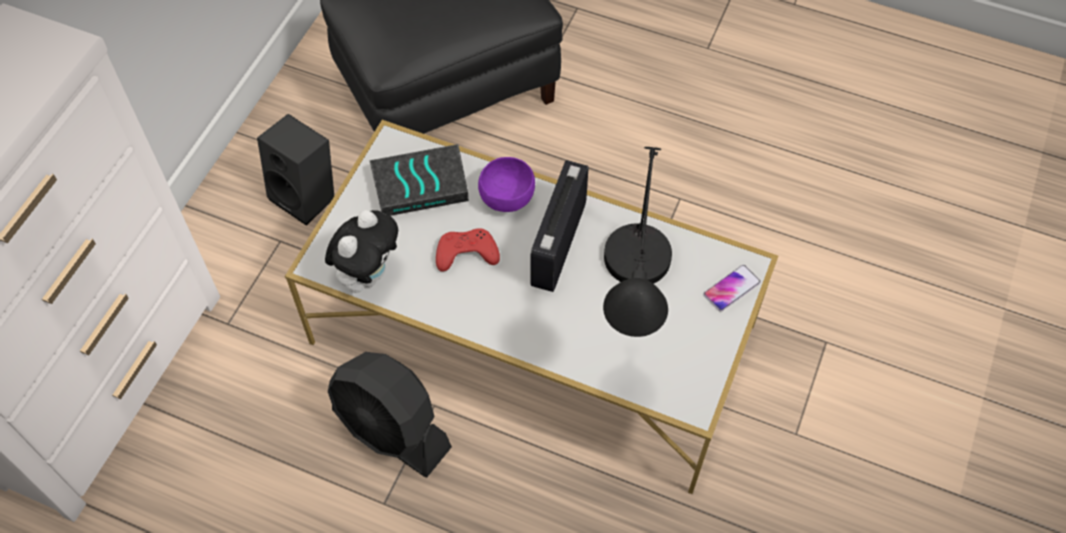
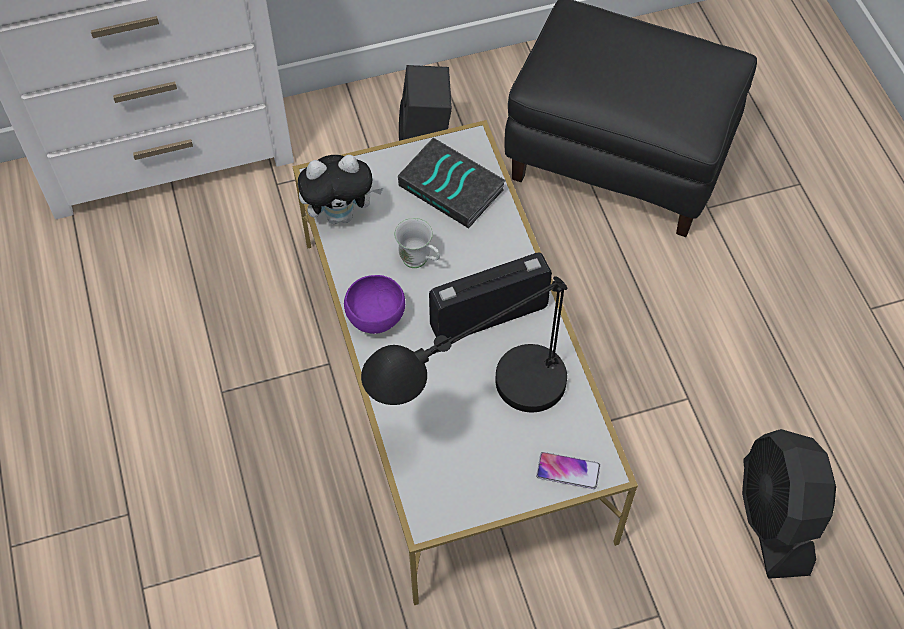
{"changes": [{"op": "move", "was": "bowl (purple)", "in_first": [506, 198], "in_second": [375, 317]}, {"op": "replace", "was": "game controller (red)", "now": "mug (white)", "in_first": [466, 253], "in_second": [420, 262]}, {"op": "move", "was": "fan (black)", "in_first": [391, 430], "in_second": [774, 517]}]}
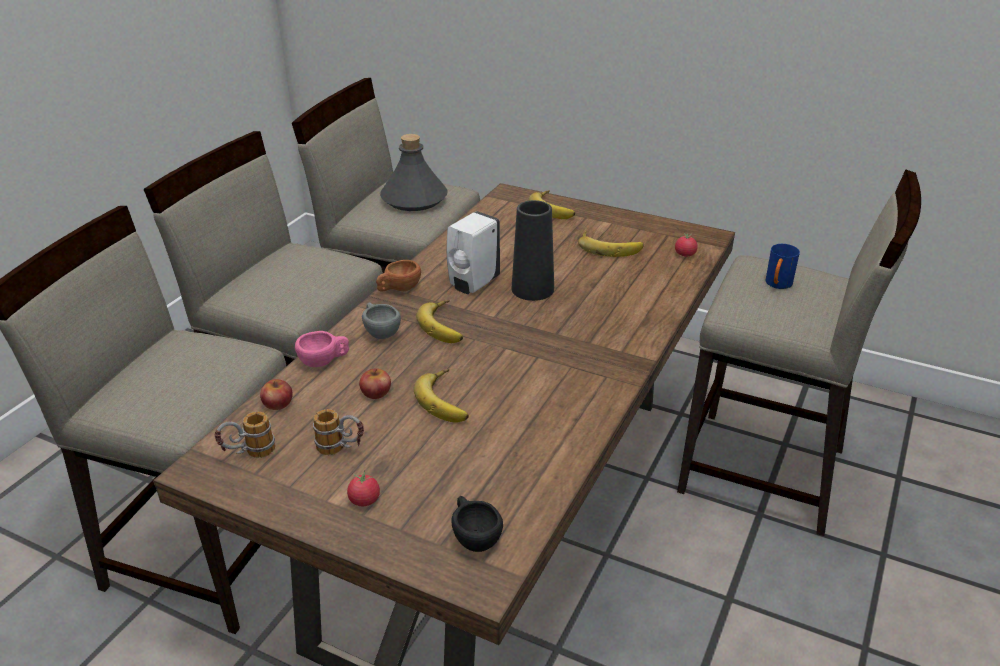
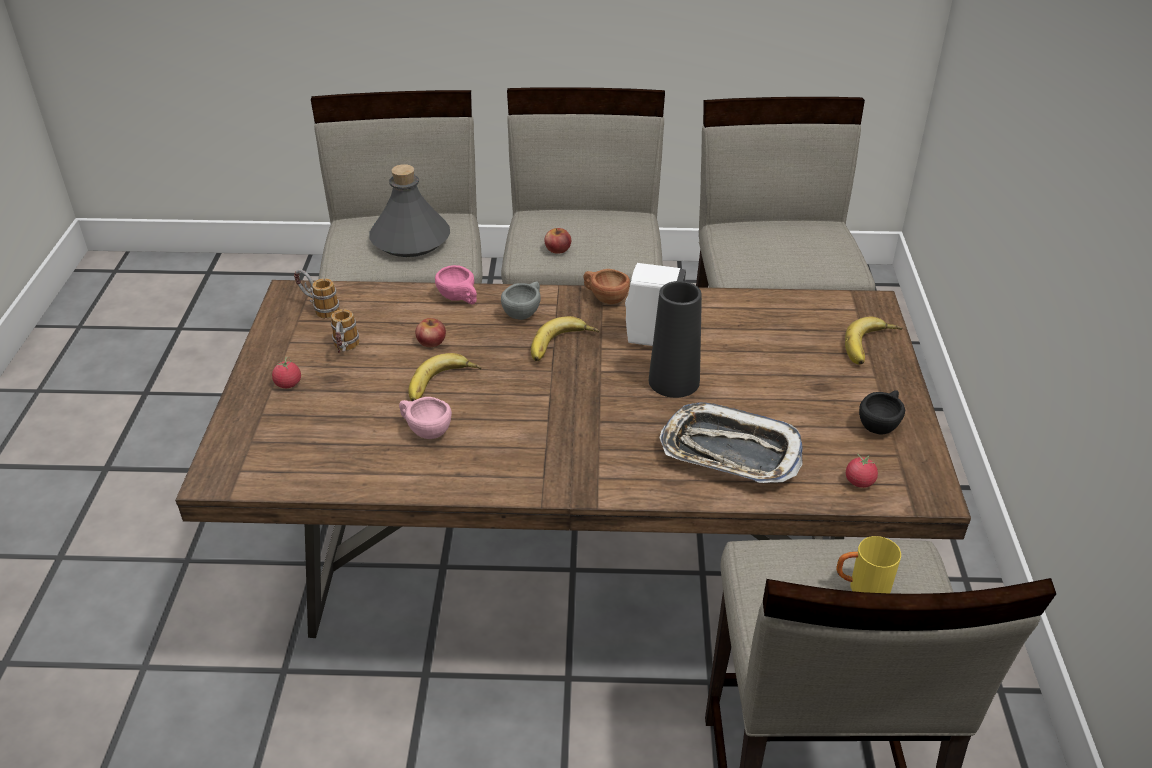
{"changes": [{"op": "move", "was": "bottle (grey)", "in_first": [413, 199], "in_second": [410, 239]}, {"op": "delete", "was": "banana", "in_first": [610, 247]}, {"op": "recolor", "was": "mug (blue)", "now": "mug (yellow)", "in_first": [777, 285], "in_second": [861, 588]}, {"op": "move", "was": "apple", "in_first": [278, 403], "in_second": [558, 249]}, {"op": "move", "was": "cup (black)", "in_first": [474, 536], "in_second": [880, 424]}, {"op": "insert", "now": "cup (pink)", "in_second": [425, 430]}, {"op": "insert", "now": "tray", "in_second": [729, 452]}]}
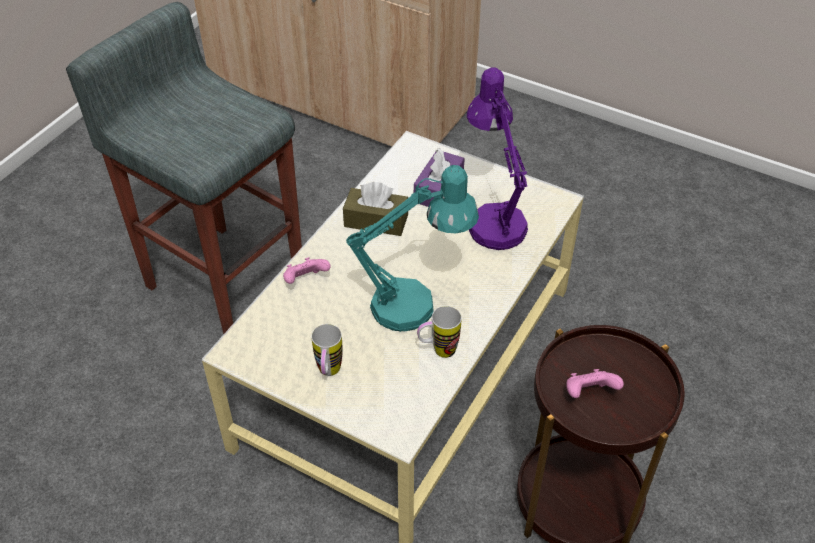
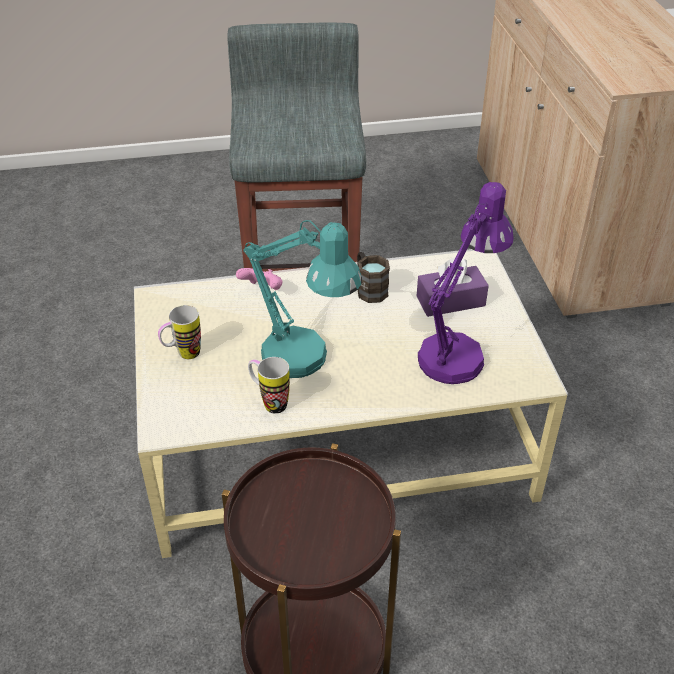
{"changes": [{"op": "replace", "was": "tissue box (brown)", "now": "mug (brown)", "in_first": [376, 221], "in_second": [369, 288]}, {"op": "delete", "was": "game controller (pink)", "in_first": [589, 393]}]}
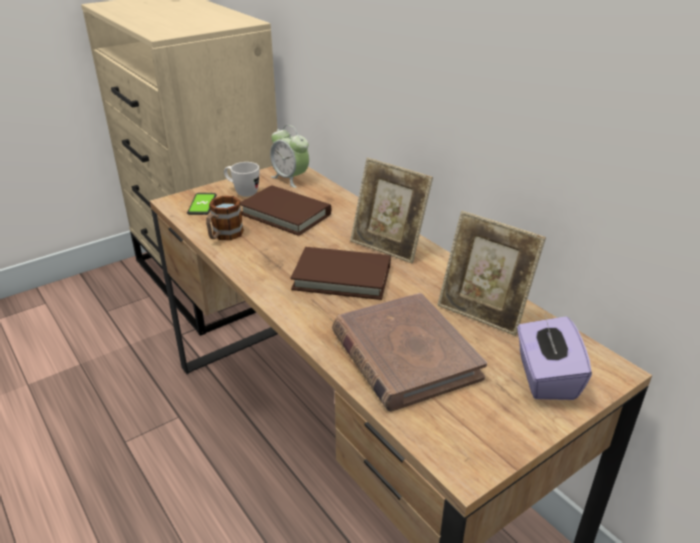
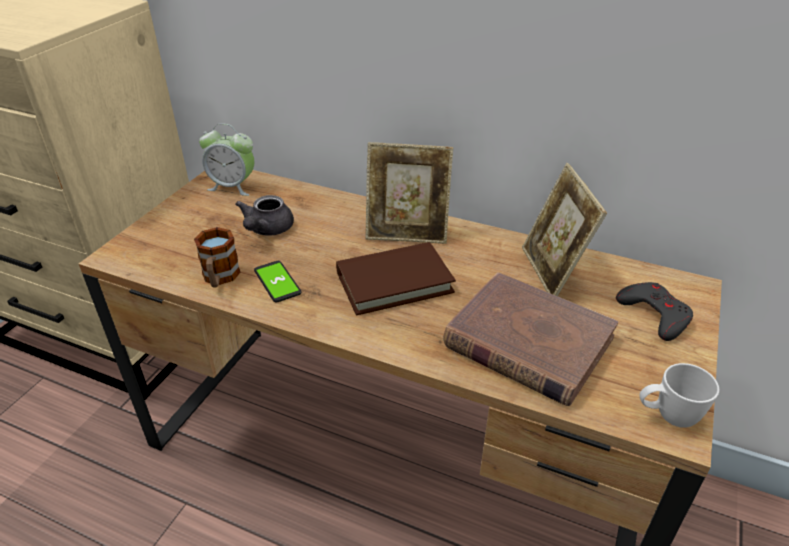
{"changes": [{"op": "move", "was": "mug (white)", "in_first": [242, 192], "in_second": [667, 416]}, {"op": "replace", "was": "book (brown)", "now": "teapot (grey)", "in_first": [285, 214], "in_second": [267, 230]}, {"op": "move", "was": "phone", "in_first": [202, 204], "in_second": [277, 282]}, {"op": "rotate", "was": "picture frame", "in_first": [482, 313], "in_second": [552, 272], "clockwise": 75}, {"op": "replace", "was": "tissue box (purple)", "now": "game controller (grey)", "in_first": [545, 377], "in_second": [654, 314]}]}
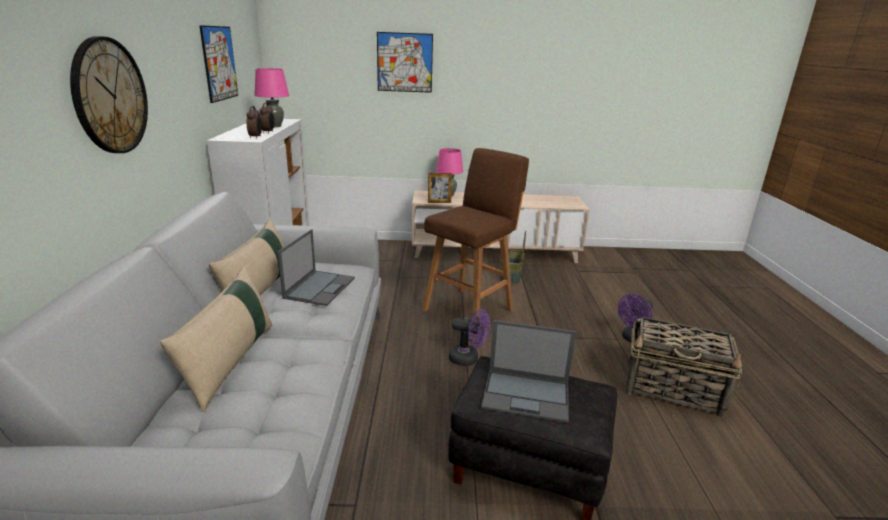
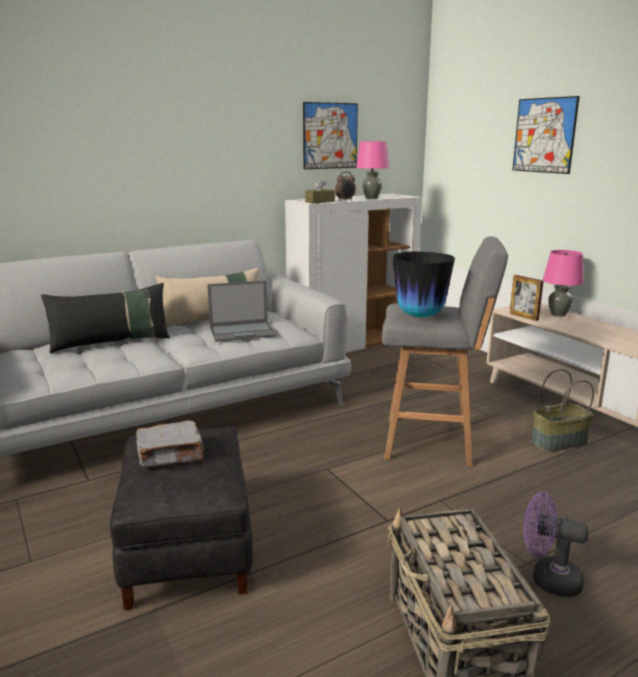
{"changes": [{"op": "delete", "was": "wall clock", "in_first": [109, 96]}, {"op": "replace", "was": "alarm clock", "now": "tissue box (brown)", "in_first": [256, 137], "in_second": [320, 202]}, {"op": "recolor", "was": "stool (brown)", "now": "stool (grey)", "in_first": [470, 309], "in_second": [432, 441]}, {"op": "recolor", "was": "pillow (beige)", "now": "pillow (black)", "in_first": [230, 362], "in_second": [111, 343]}, {"op": "delete", "was": "fan (purple)", "in_first": [468, 359]}, {"op": "replace", "was": "laptop", "now": "book (grey)", "in_first": [527, 395], "in_second": [171, 455]}, {"op": "insert", "now": "vase", "in_second": [420, 316]}]}
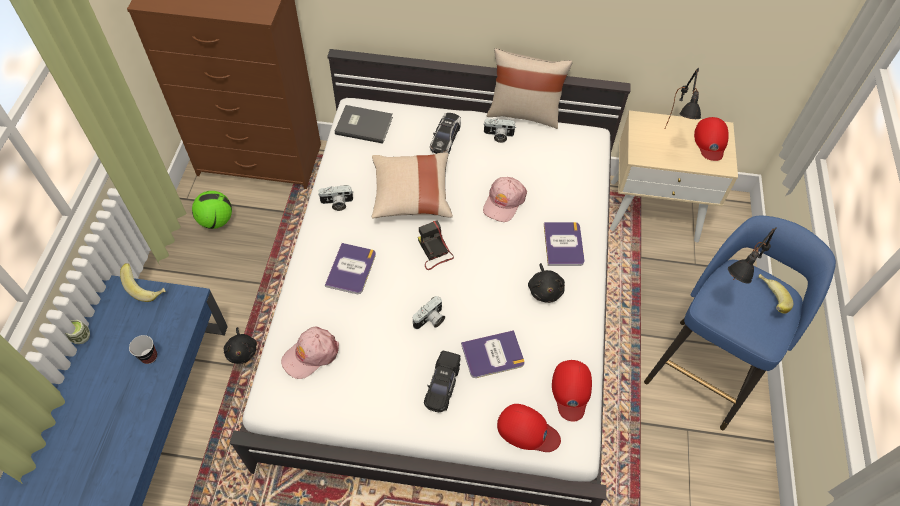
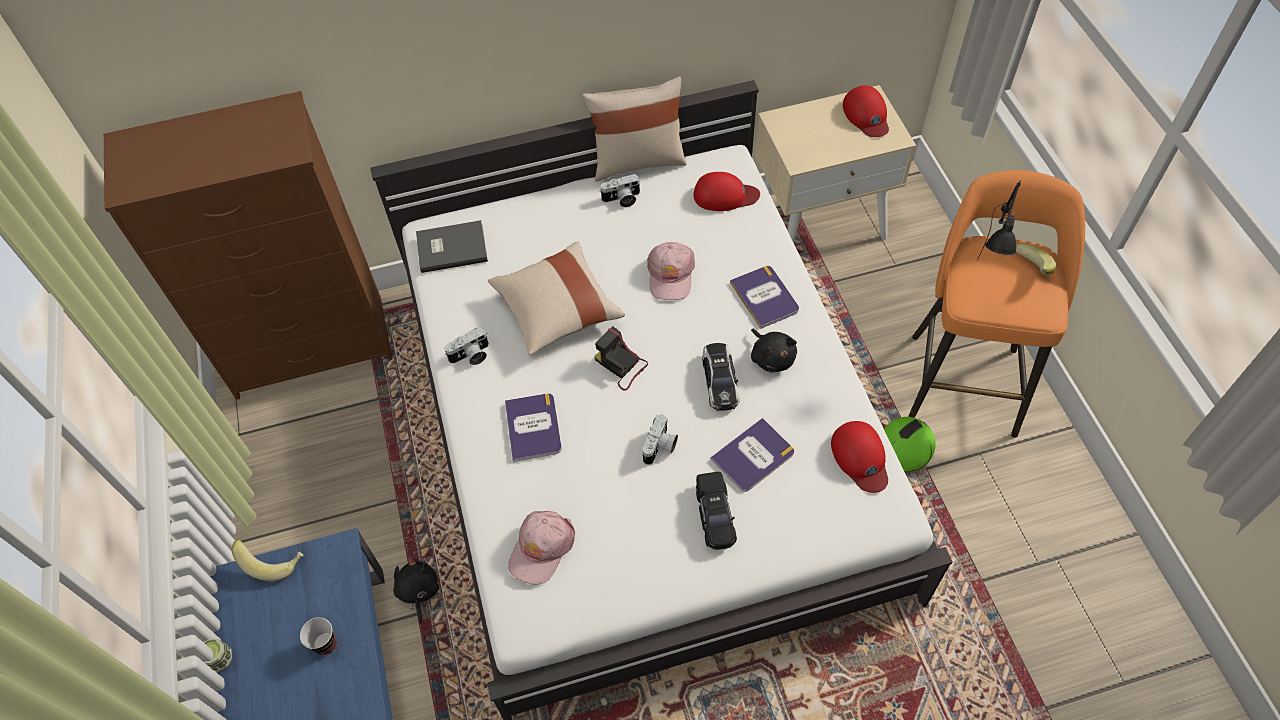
{"changes": [{"op": "delete", "was": "table lamp (black)", "in_first": [671, 145]}, {"op": "move", "was": "toy car", "in_first": [445, 138], "in_second": [720, 381]}, {"op": "move", "was": "football", "in_first": [216, 220], "in_second": [902, 456]}, {"op": "recolor", "was": "stool (blue)", "now": "stool (orange)", "in_first": [703, 370], "in_second": [963, 380]}, {"op": "rotate", "was": "plush toy (black)", "in_first": [242, 351], "in_second": [418, 591], "clockwise": -150}, {"op": "move", "was": "cap (red)", "in_first": [527, 430], "in_second": [725, 195]}]}
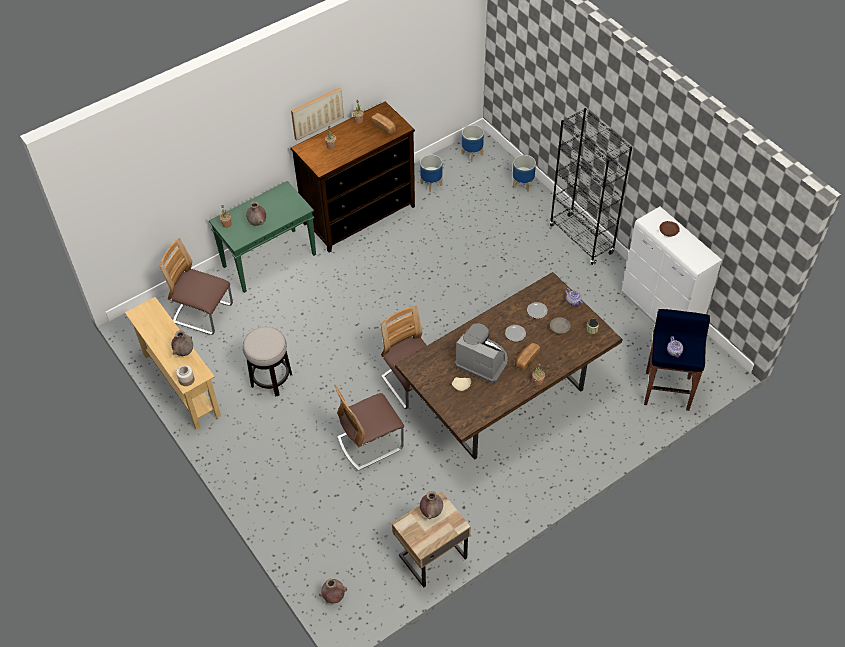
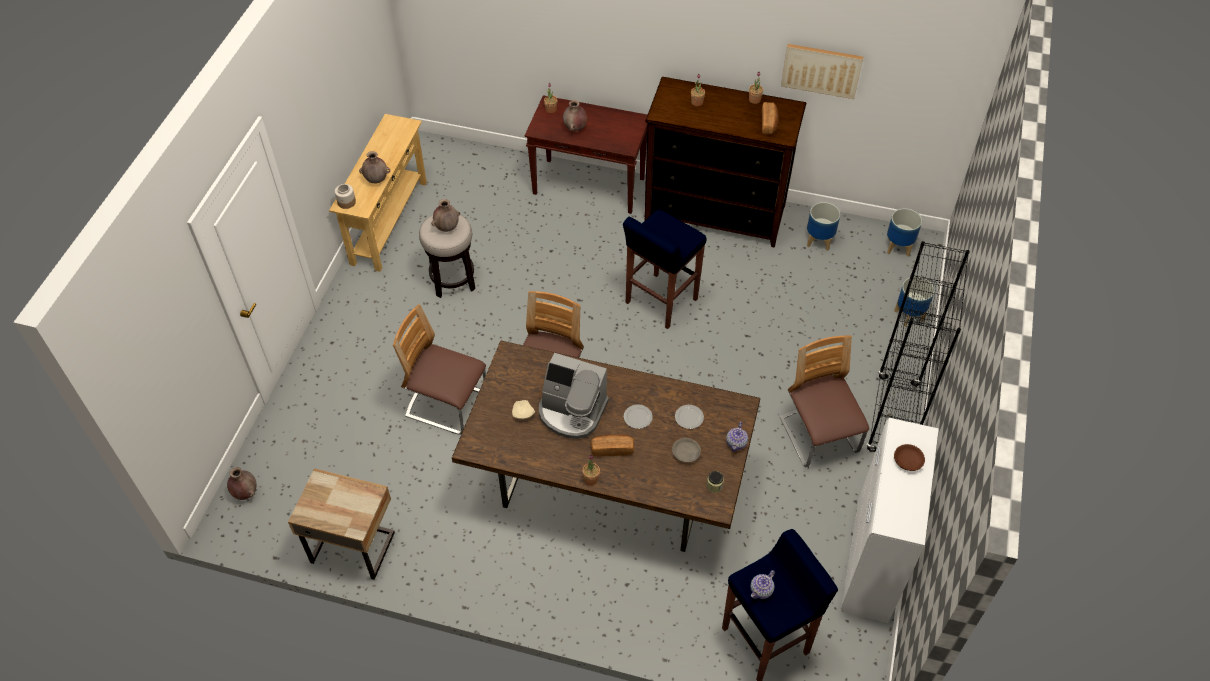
{"changes": [{"op": "move", "was": "picture", "in_first": [317, 113], "in_second": [821, 70]}, {"op": "recolor", "was": "console table (green)", "now": "console table (brown)", "in_first": [270, 260], "in_second": [590, 186]}, {"op": "move", "was": "chair", "in_first": [203, 314], "in_second": [818, 436]}, {"op": "rotate", "was": "coffee machine", "in_first": [482, 361], "in_second": [572, 412], "clockwise": 120}, {"op": "move", "was": "vase (brown)", "in_first": [431, 512], "in_second": [447, 228]}, {"op": "insert", "now": "stool (blue)", "in_second": [660, 301]}]}
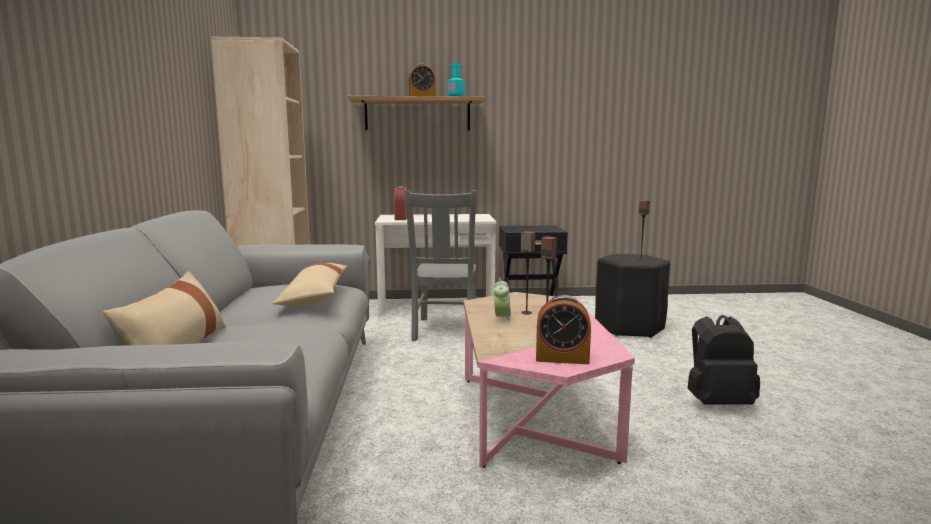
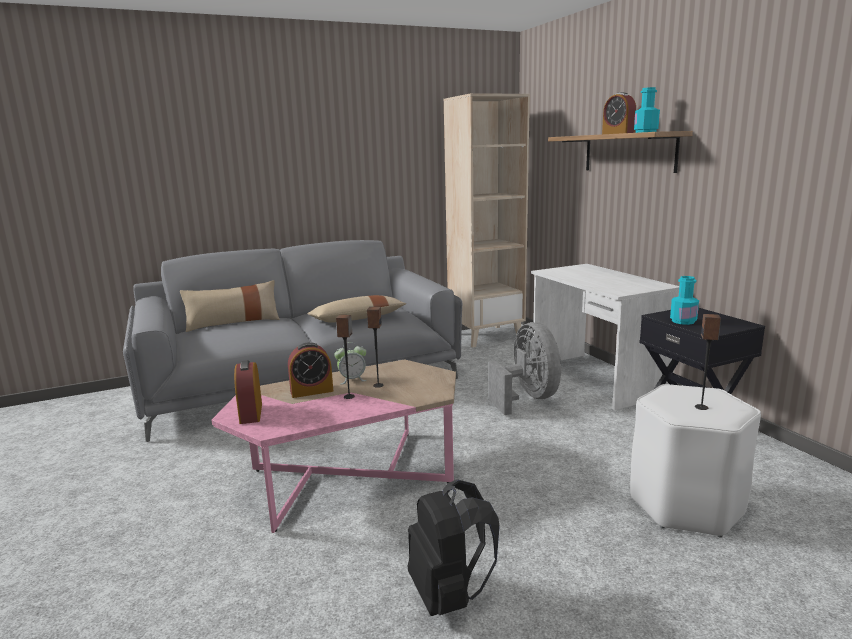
{"changes": [{"op": "move", "was": "alarm clock", "in_first": [401, 218], "in_second": [311, 391]}, {"op": "replace", "was": "chair (grey)", "now": "fan (grey)", "in_first": [444, 330], "in_second": [527, 398]}, {"op": "recolor", "was": "stool (black)", "now": "stool (white)", "in_first": [629, 328], "in_second": [685, 505]}, {"op": "insert", "now": "bottle (turquoise)", "in_second": [683, 321]}]}
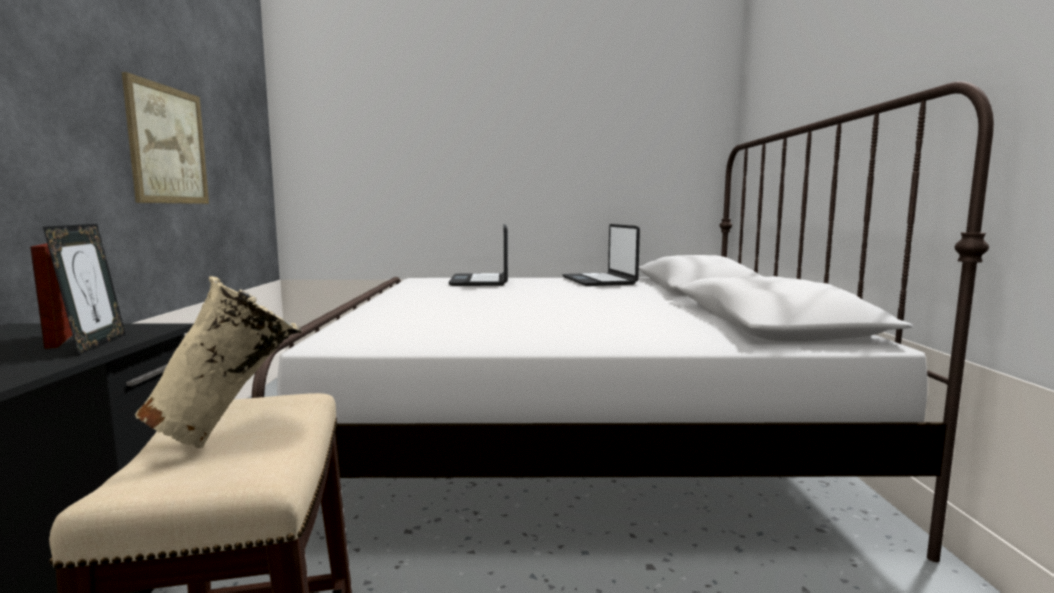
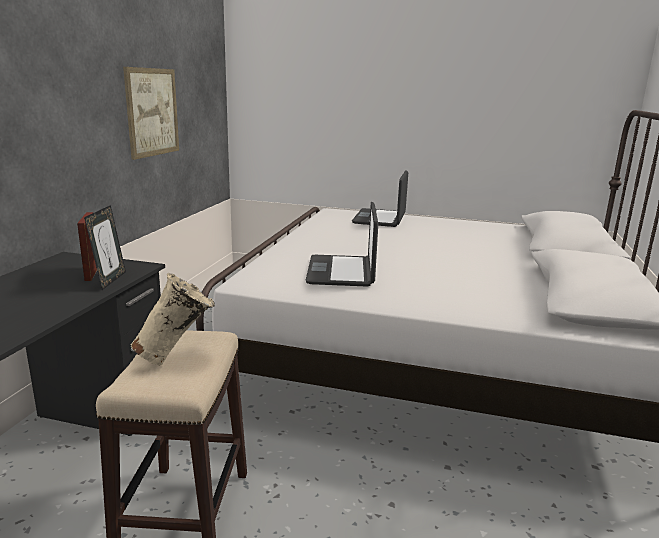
{"changes": [{"op": "move", "was": "laptop", "in_first": [599, 281], "in_second": [342, 272]}]}
